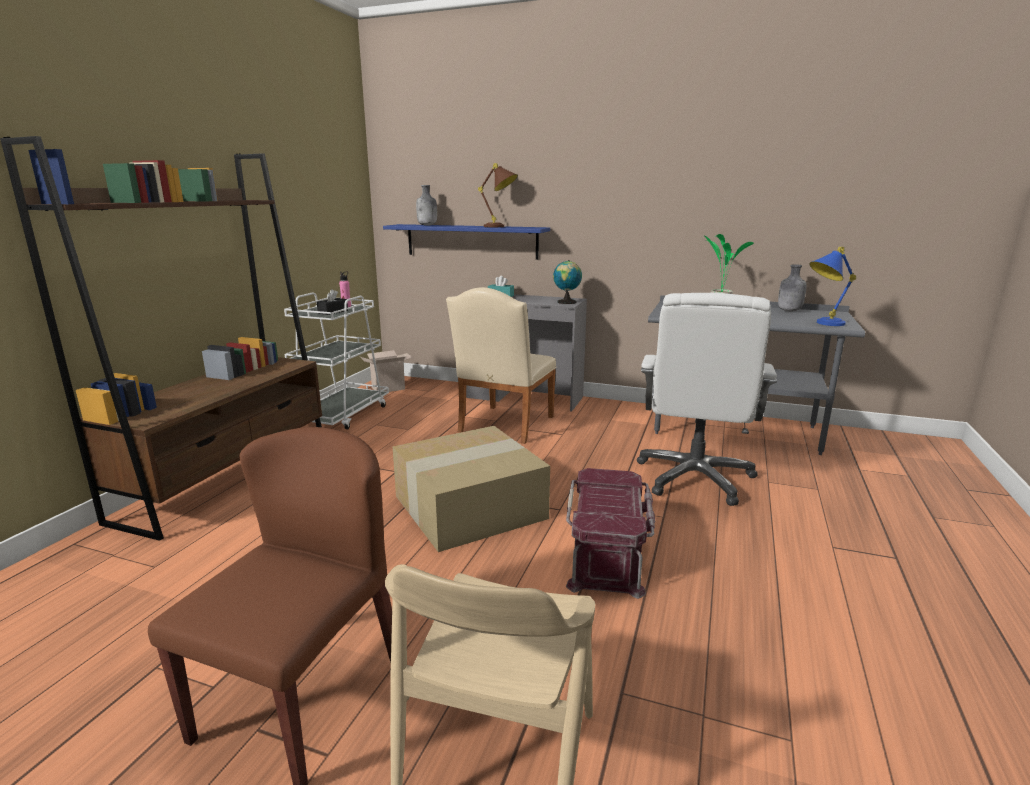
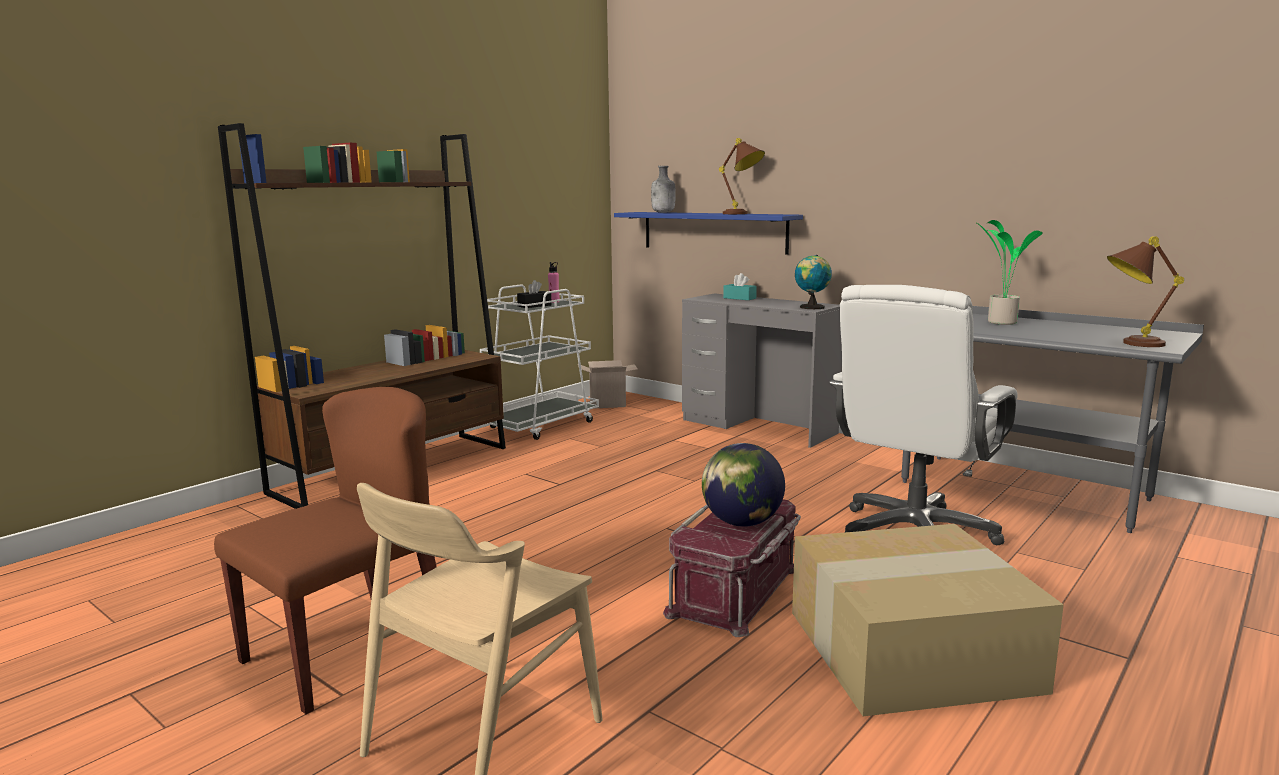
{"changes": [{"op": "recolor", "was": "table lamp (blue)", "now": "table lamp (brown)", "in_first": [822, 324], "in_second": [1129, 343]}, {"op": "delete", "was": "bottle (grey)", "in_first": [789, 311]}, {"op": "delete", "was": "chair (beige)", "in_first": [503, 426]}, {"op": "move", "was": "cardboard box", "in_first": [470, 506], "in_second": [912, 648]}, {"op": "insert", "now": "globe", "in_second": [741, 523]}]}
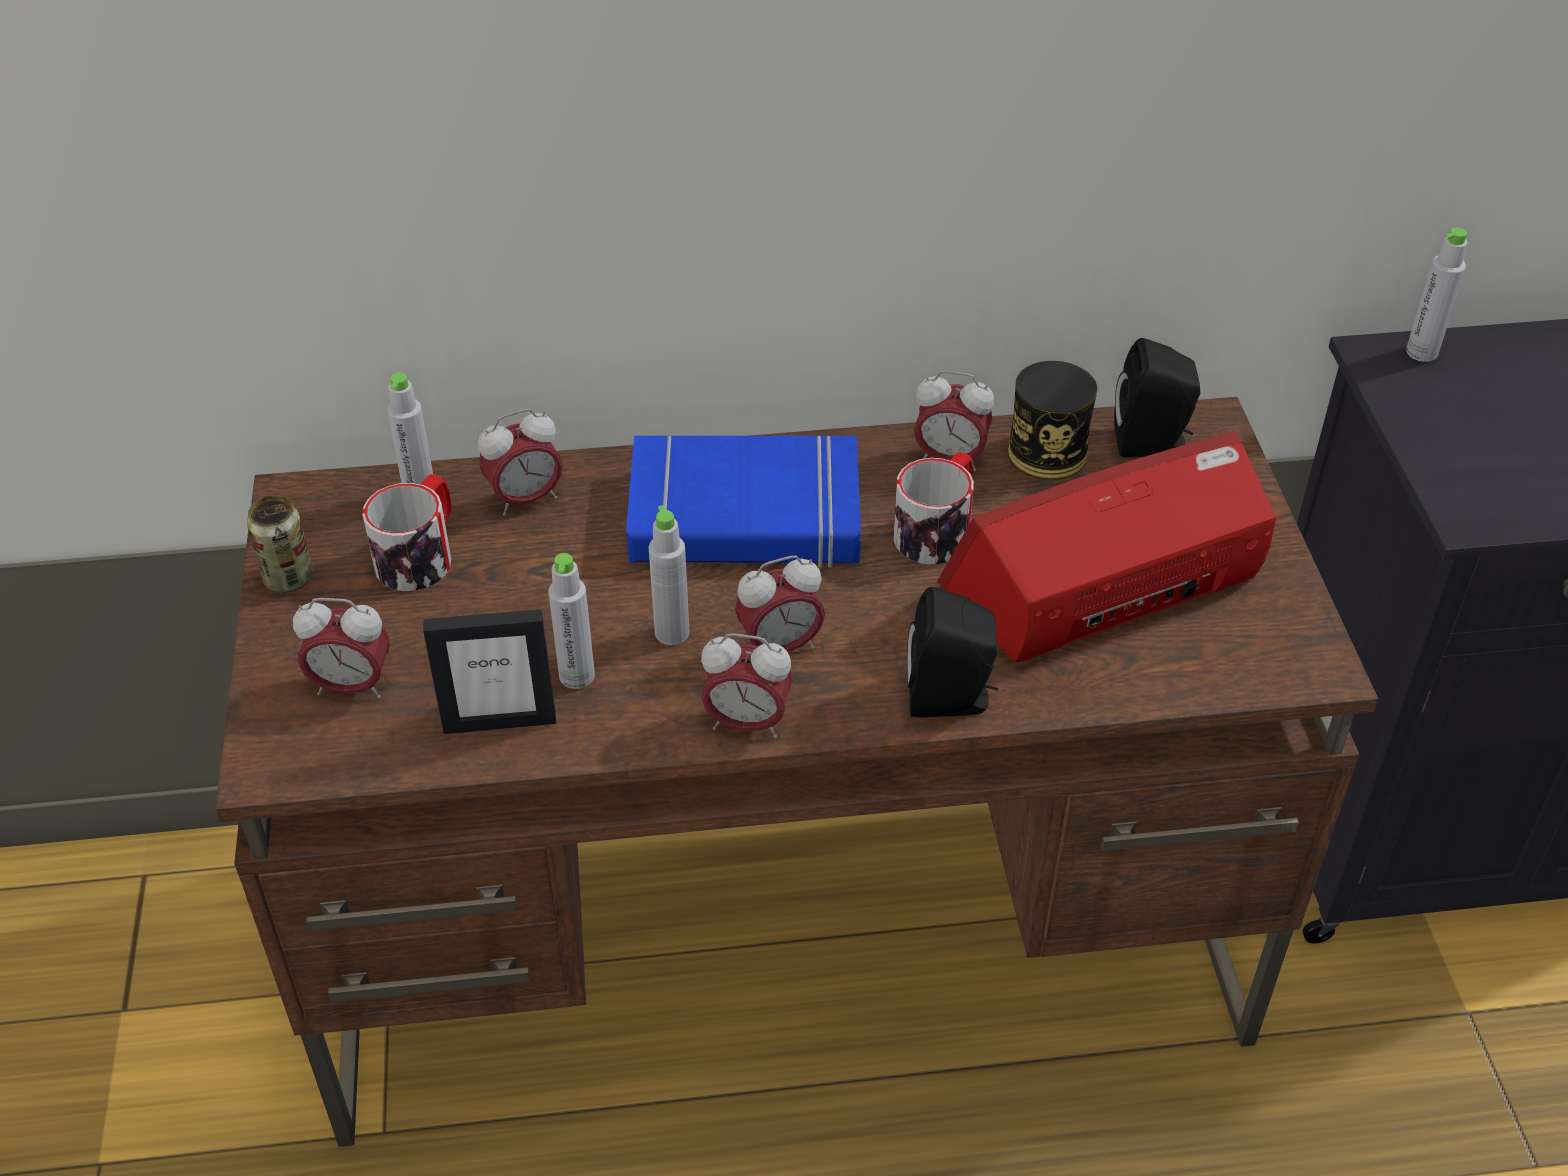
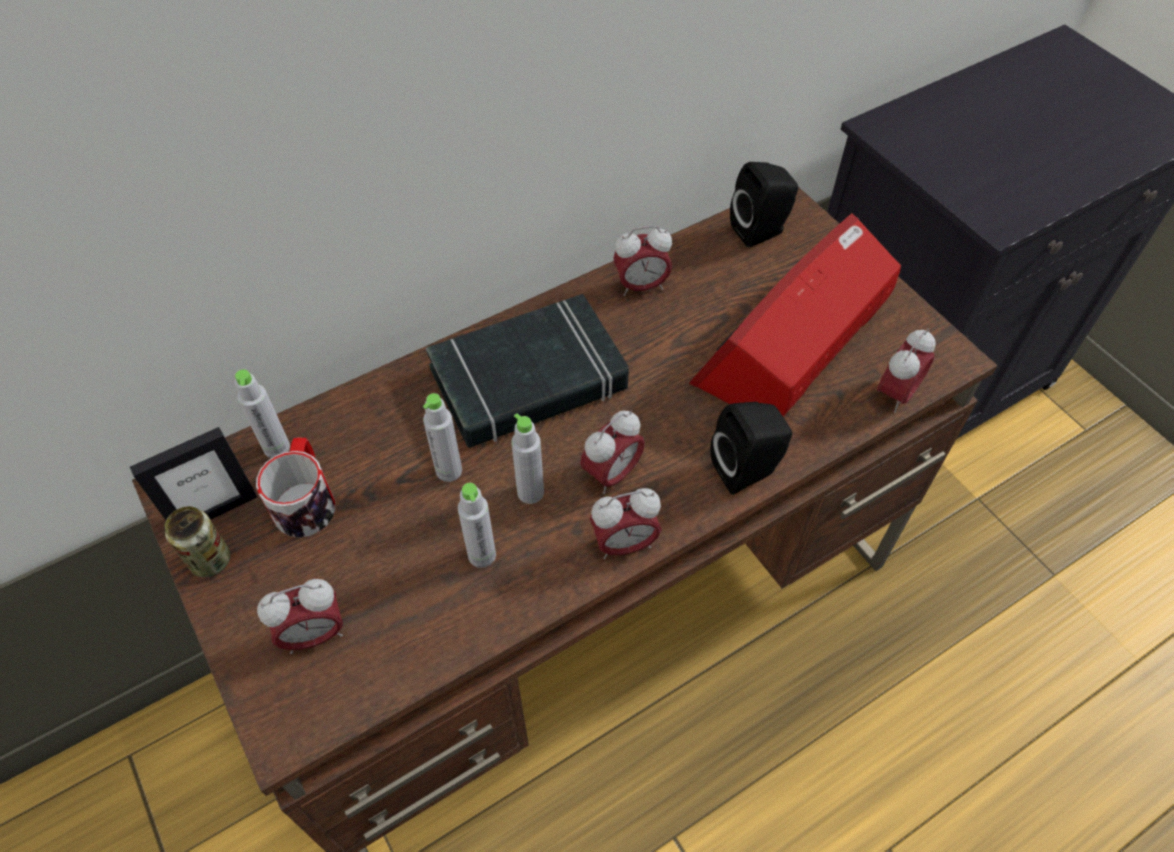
{"changes": [{"op": "move", "was": "bottle (grey)", "in_first": [1421, 352], "in_second": [449, 470]}, {"op": "delete", "was": "can", "in_first": [1047, 453]}, {"op": "move", "was": "alarm clock", "in_first": [525, 499], "in_second": [896, 394]}, {"op": "recolor", "was": "book (blue)", "now": "book (black)", "in_first": [745, 517], "in_second": [529, 380]}, {"op": "delete", "was": "mug", "in_first": [938, 529]}, {"op": "move", "was": "picture frame", "in_first": [500, 722], "in_second": [215, 511]}]}
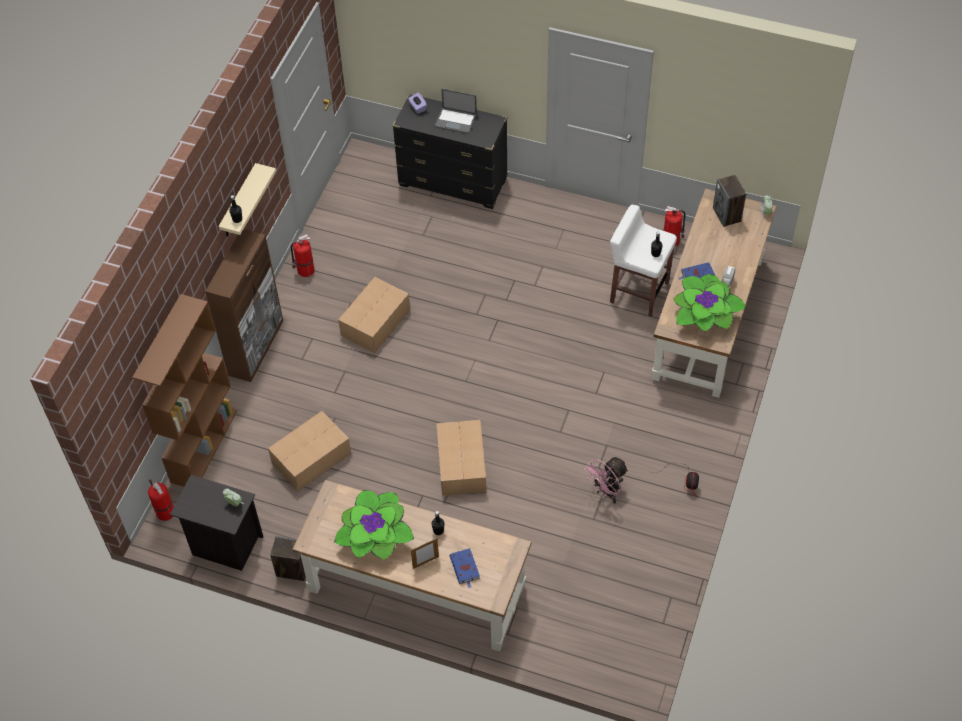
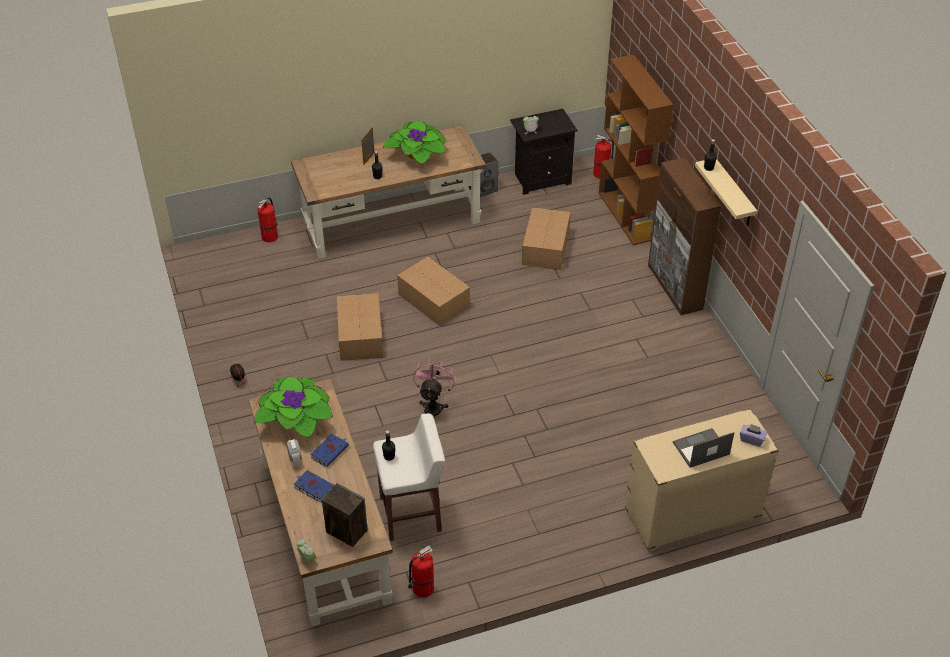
{"changes": [{"op": "recolor", "was": "dresser (black)", "now": "dresser (beige)", "in_first": [453, 182], "in_second": [691, 515]}, {"op": "move", "was": "fire extinguisher", "in_first": [305, 270], "in_second": [270, 236]}, {"op": "move", "was": "cardboard box", "in_first": [374, 323], "in_second": [361, 335]}, {"op": "move", "was": "fan (pink)", "in_first": [606, 492], "in_second": [433, 406]}, {"op": "move", "was": "book (blue)", "in_first": [465, 568], "in_second": [313, 487]}]}
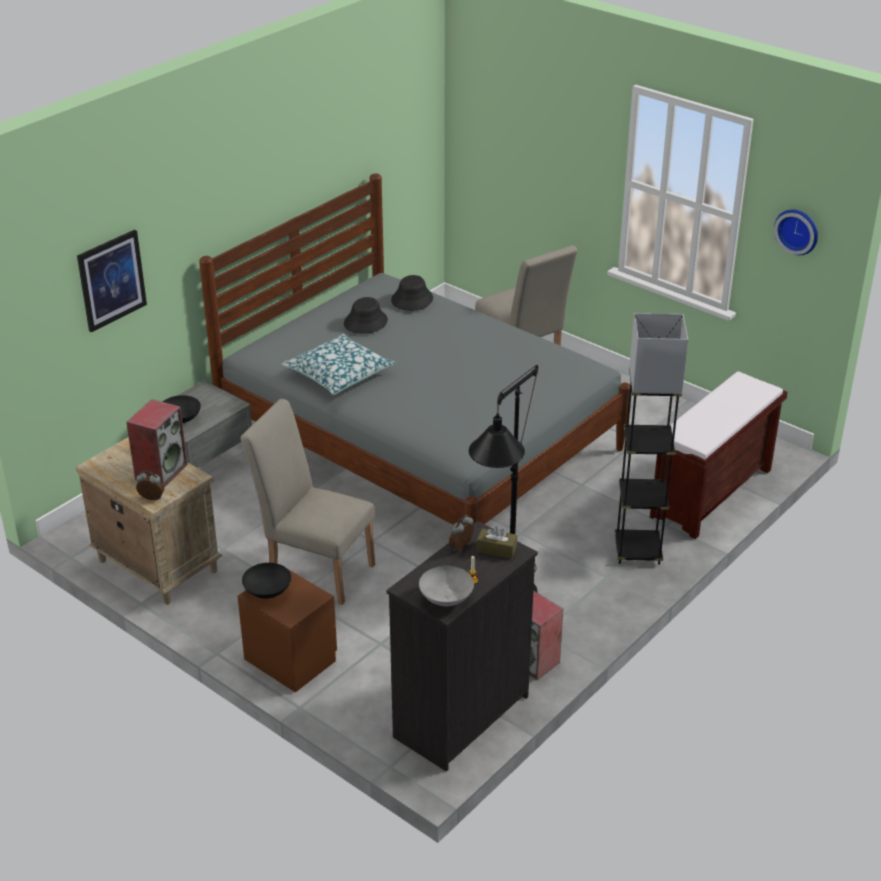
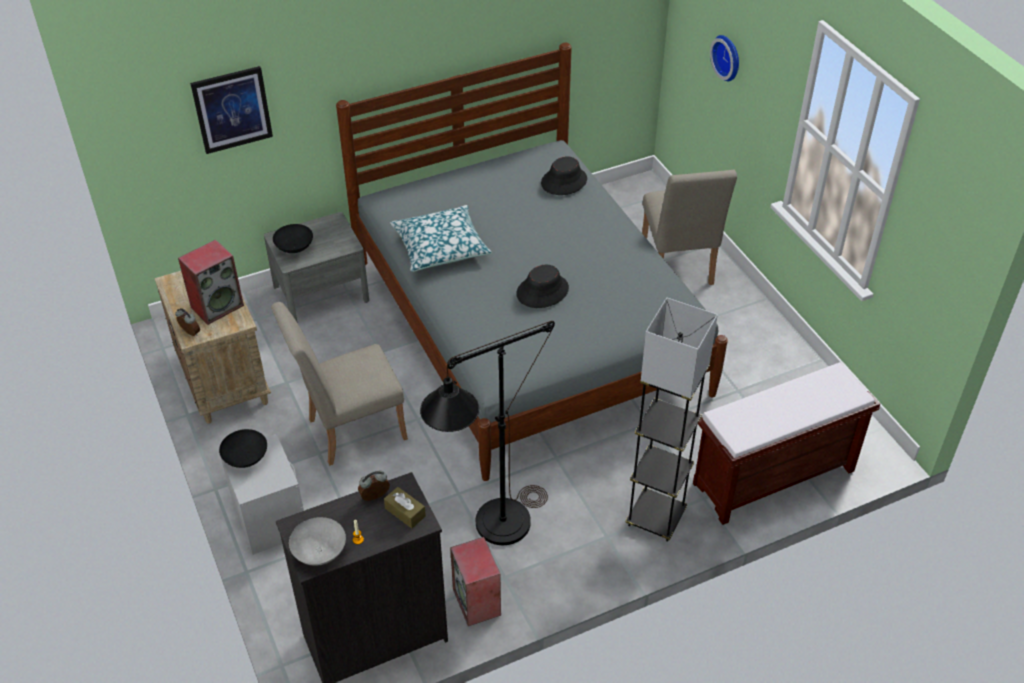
{"changes": [{"op": "move", "was": "wall clock", "in_first": [798, 230], "in_second": [728, 57]}, {"op": "move", "was": "hat (black)", "in_first": [365, 322], "in_second": [542, 291]}, {"op": "rotate", "was": "chair (beige)", "in_first": [314, 569], "in_second": [349, 431], "clockwise": -75}, {"op": "recolor", "was": "nightstand (brown)", "now": "nightstand (grey)", "in_first": [290, 660], "in_second": [270, 519]}]}
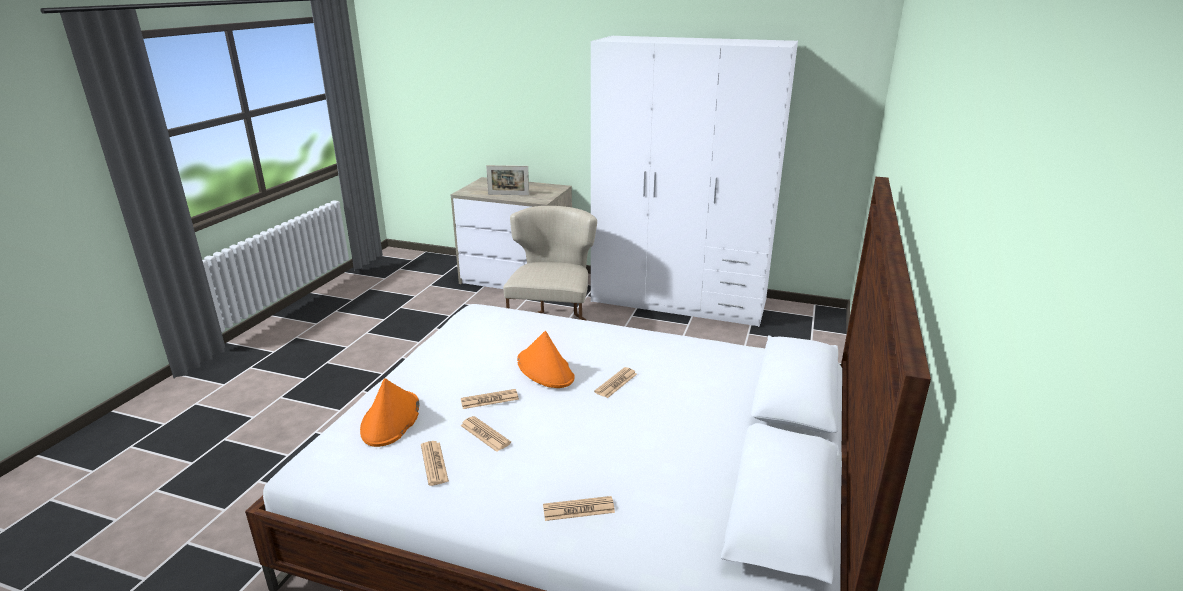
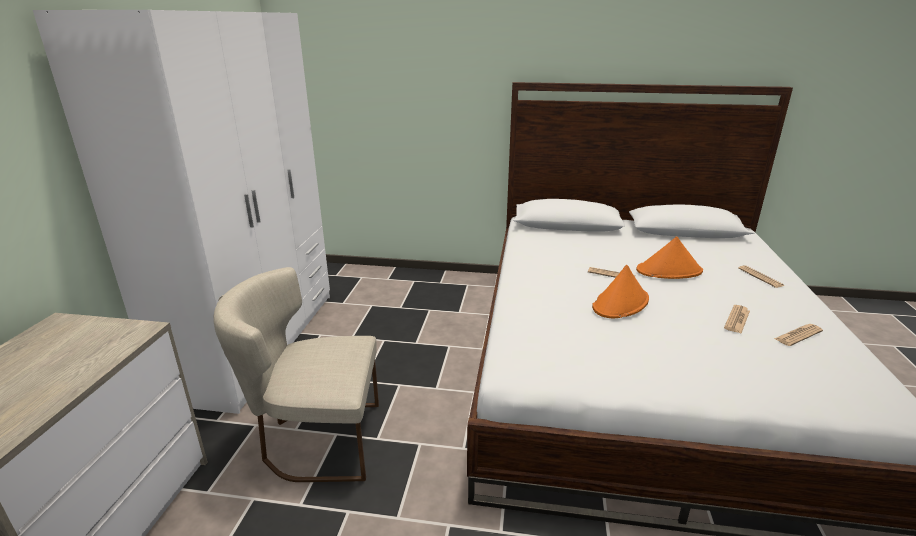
{"changes": [{"op": "delete", "was": "picture frame", "in_first": [508, 194]}, {"op": "move", "was": "hat (orange)", "in_first": [391, 420], "in_second": [669, 271]}, {"op": "delete", "was": "newspaper", "in_first": [489, 399]}]}
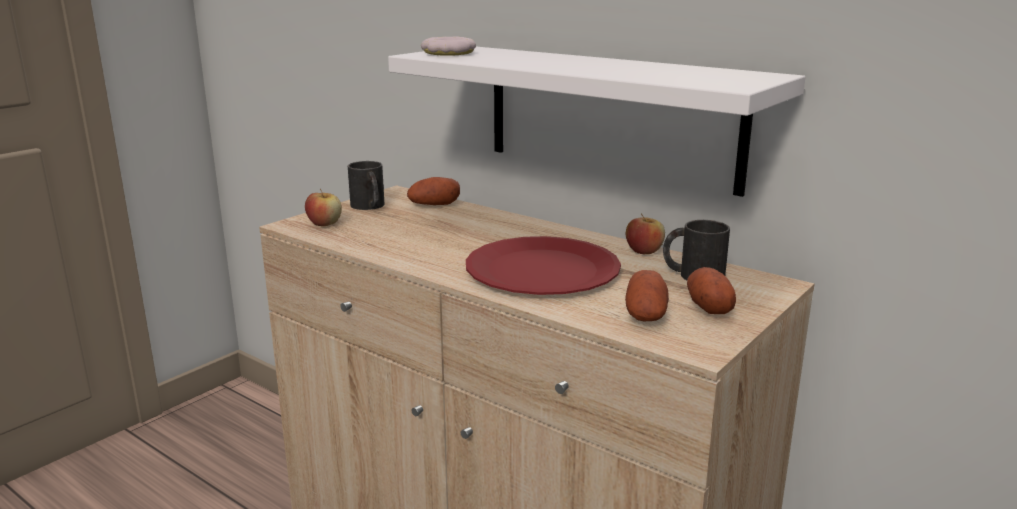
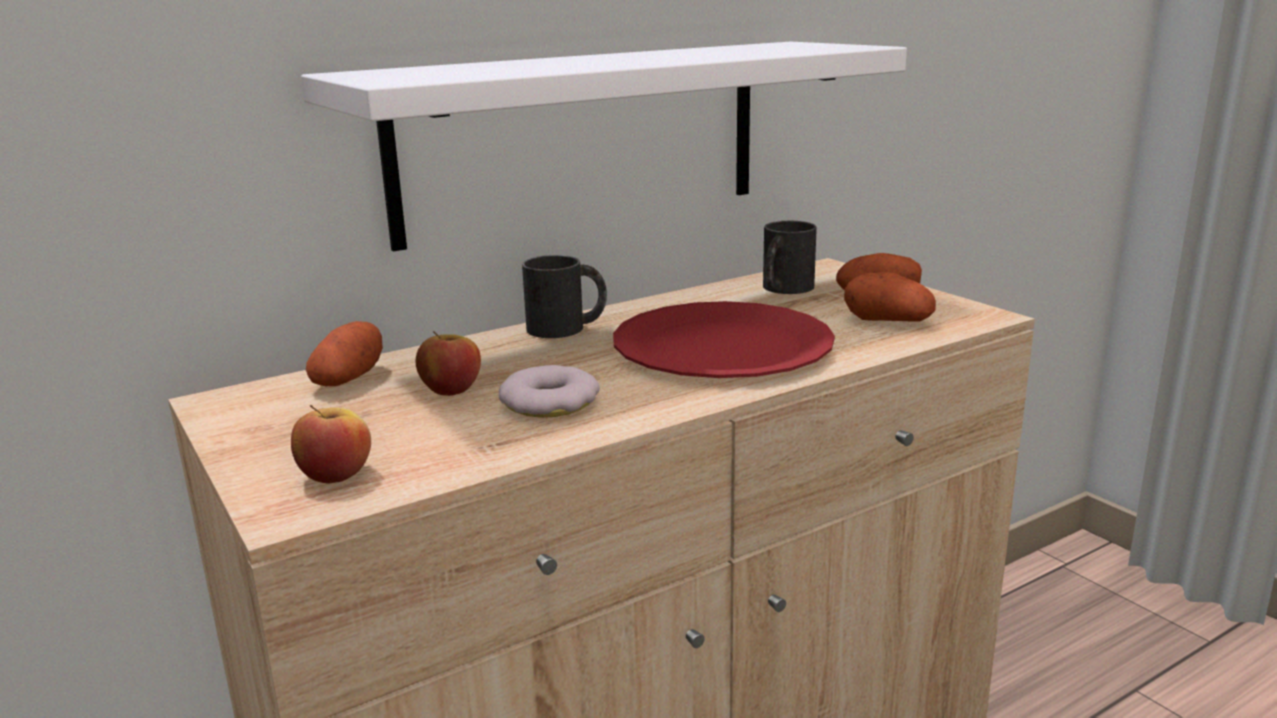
{"changes": [{"op": "move", "was": "donut", "in_first": [449, 53], "in_second": [550, 402]}, {"op": "move", "was": "mug (black)", "in_first": [369, 206], "in_second": [567, 328]}, {"op": "move", "was": "apple", "in_first": [644, 251], "in_second": [450, 390]}]}
